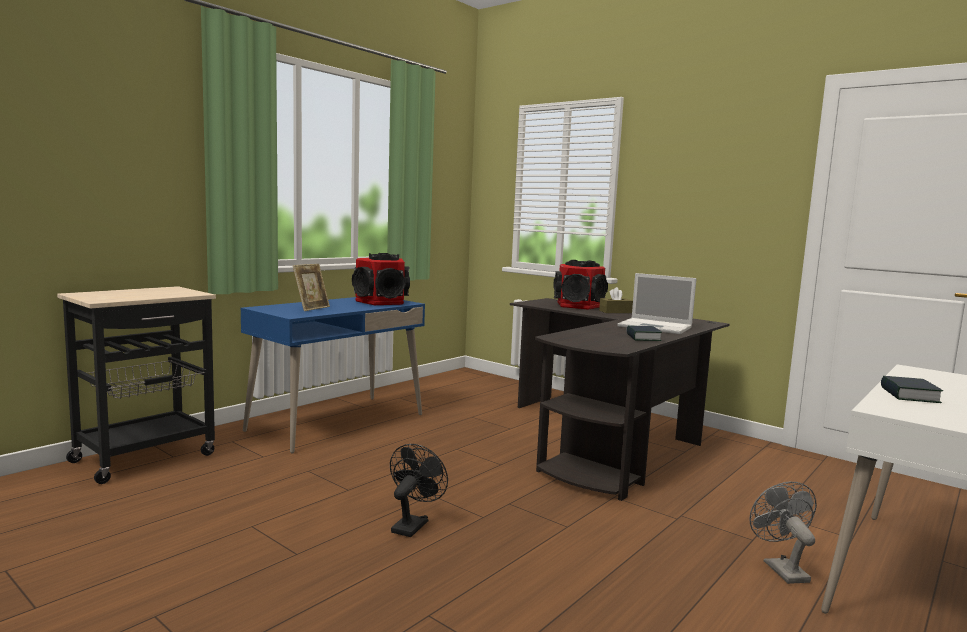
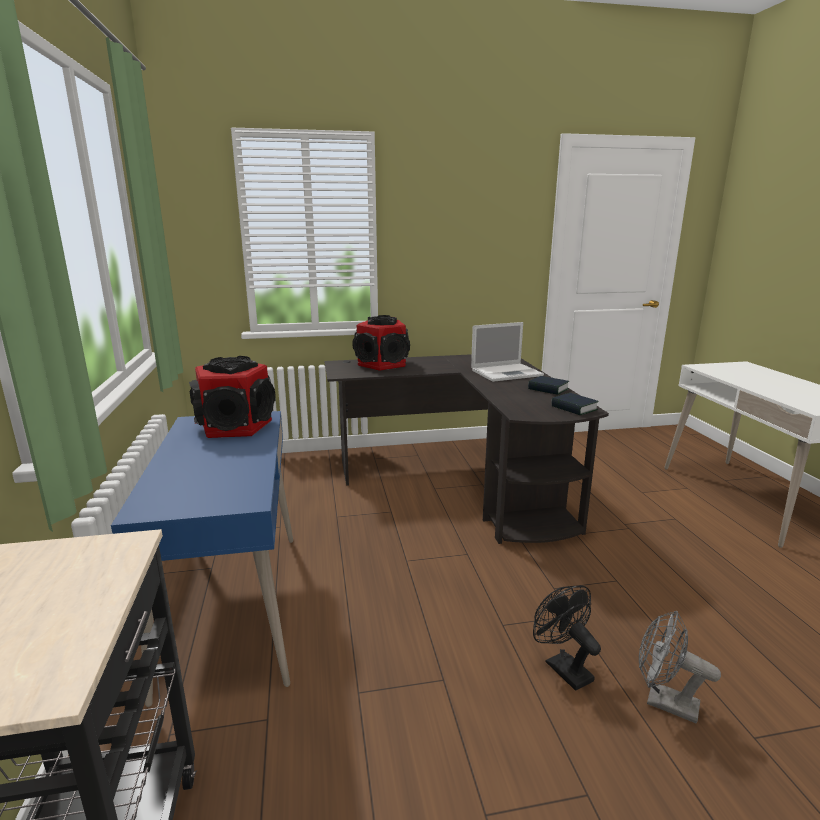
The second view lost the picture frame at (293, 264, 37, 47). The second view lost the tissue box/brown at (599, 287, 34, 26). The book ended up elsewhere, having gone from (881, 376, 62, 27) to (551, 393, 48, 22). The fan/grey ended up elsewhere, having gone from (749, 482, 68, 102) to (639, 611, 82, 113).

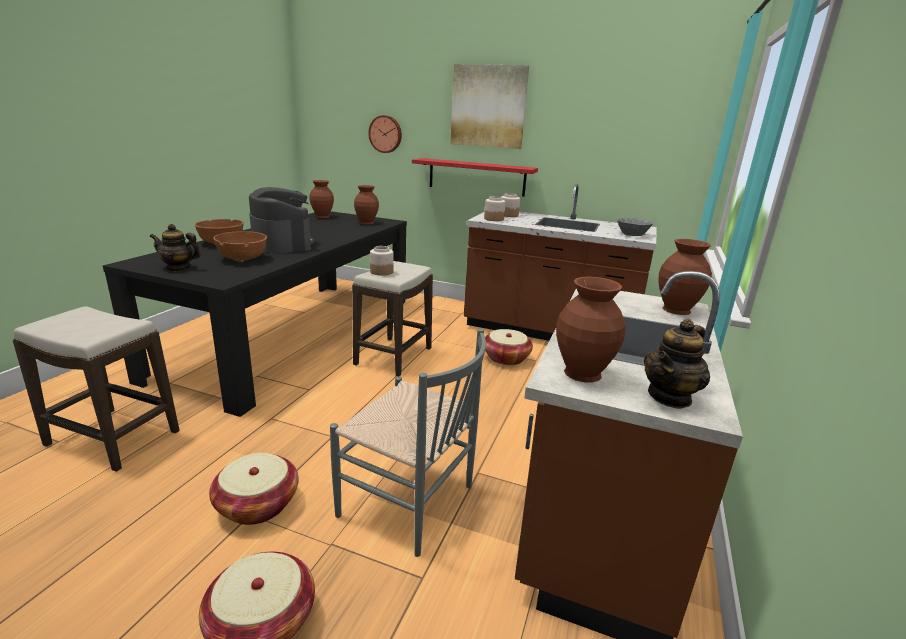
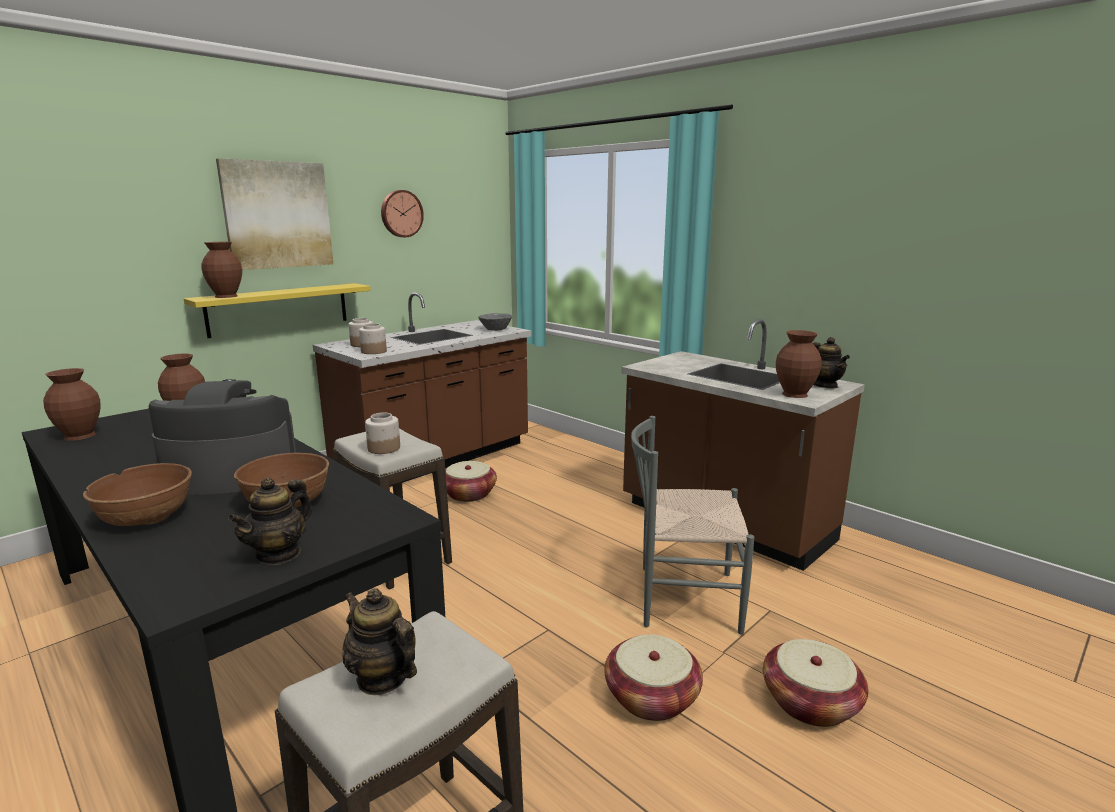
The wall clock ended up elsewhere, having gone from (368, 115, 34, 38) to (381, 190, 43, 47). What was the shelf/red at (412, 158, 126, 39) turned into the shelf/yellow at (184, 283, 187, 55). The vase/brown ended up elsewhere, having gone from (658, 239, 54, 76) to (201, 242, 41, 56). The chair/grey at (330, 329, 156, 228) ended up facing another way, 135 degrees counterclockwise from before. The second view gained the teapot at (342, 588, 75, 107).

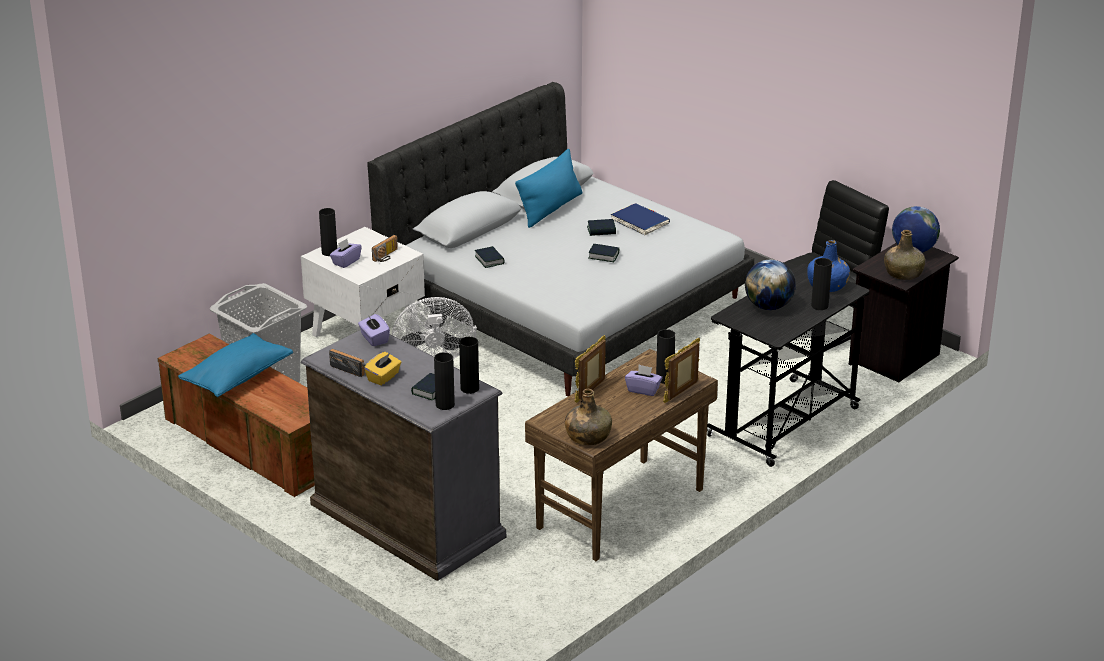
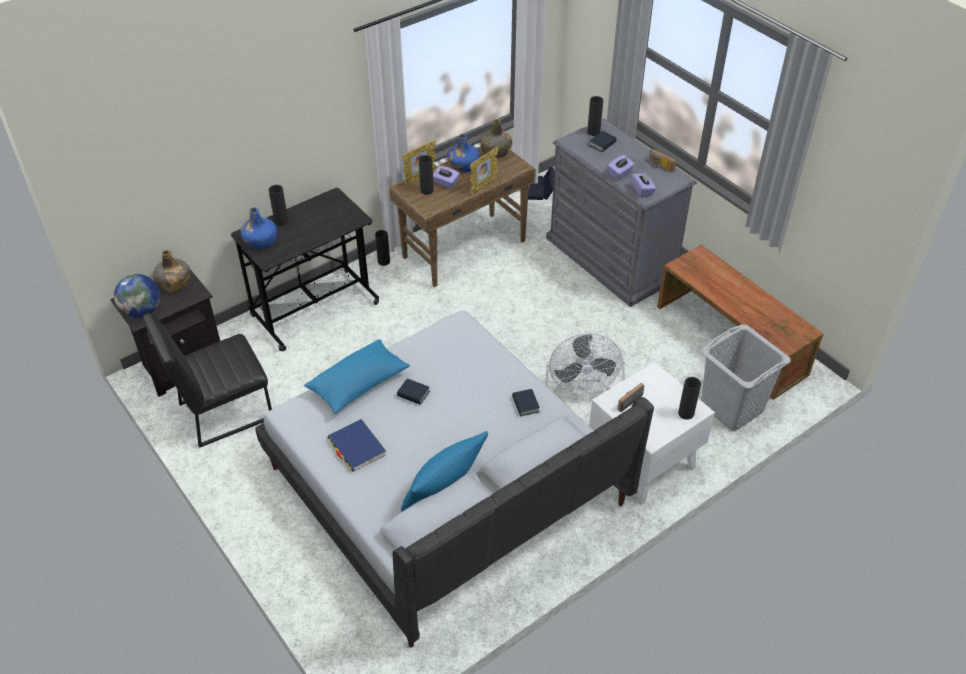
The second view lost the book at (587, 219, 29, 17). The tissue box/purple ended up elsewhere, having gone from (330, 239, 32, 29) to (607, 155, 28, 25). The second view lost the globe at (745, 260, 51, 50). The pillow/blue ended up elsewhere, having gone from (178, 333, 115, 64) to (305, 339, 105, 75). The vase/black ended up elsewhere, having gone from (459, 337, 20, 57) to (375, 230, 15, 36). The second view lost the tissue box/yellow at (364, 352, 37, 34). The second view gained the bottle/blue at (447, 134, 32, 39). The second view gained the storage box/black at (528, 167, 26, 33).

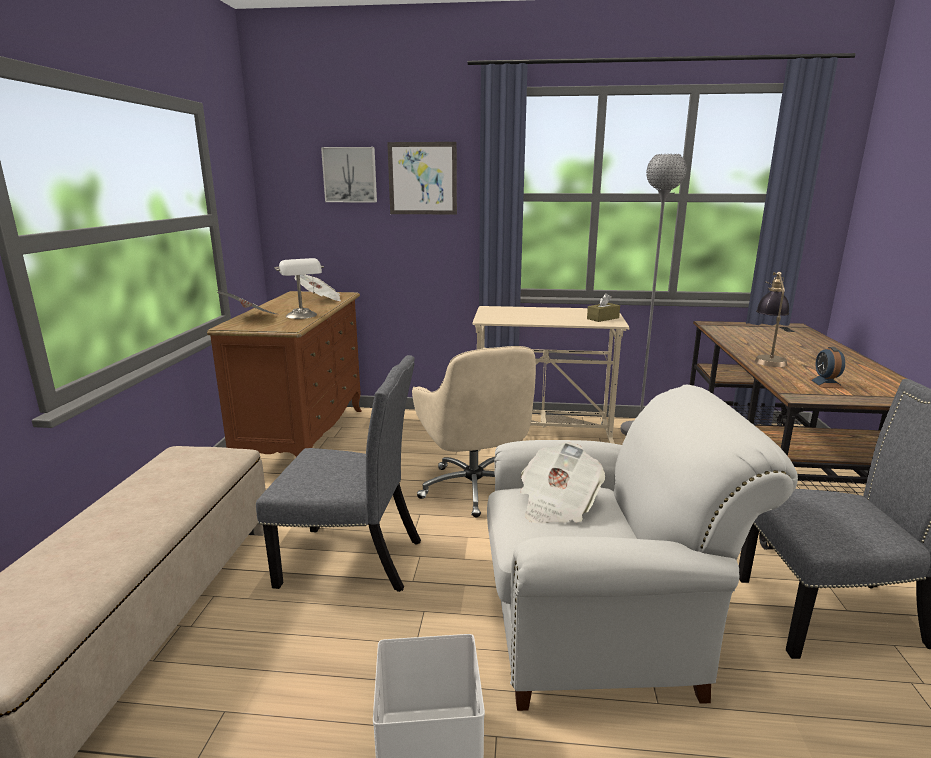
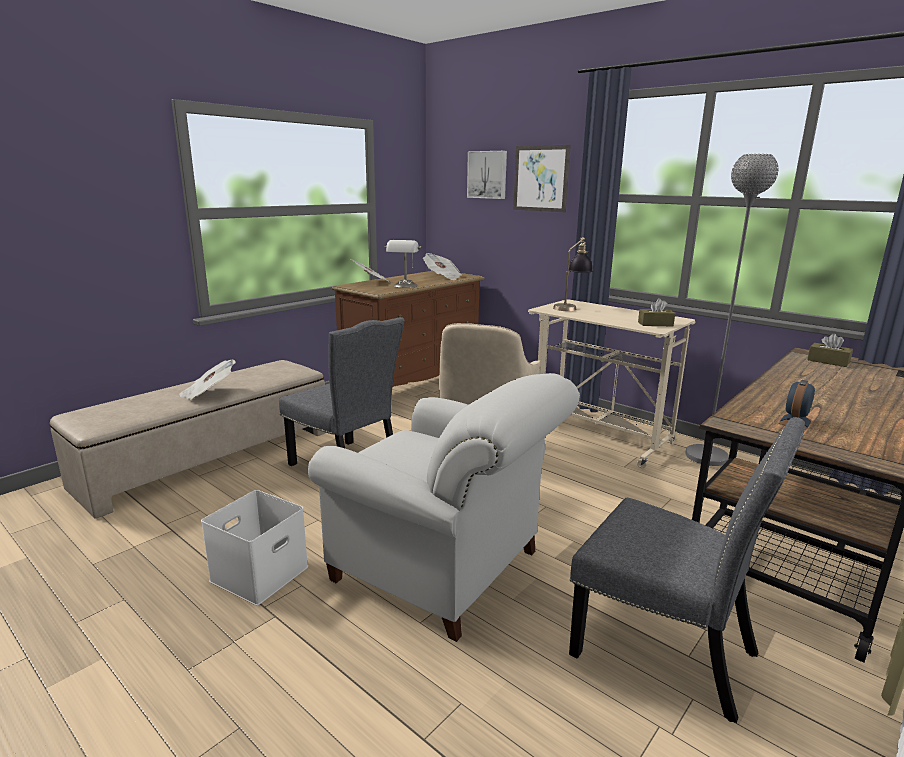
The table lamp ended up elsewhere, having gone from (755, 272, 34, 95) to (553, 237, 40, 74). The newspaper ended up elsewhere, having gone from (520, 442, 85, 82) to (179, 360, 57, 40). The second view gained the tissue box/brown at (807, 334, 46, 33).

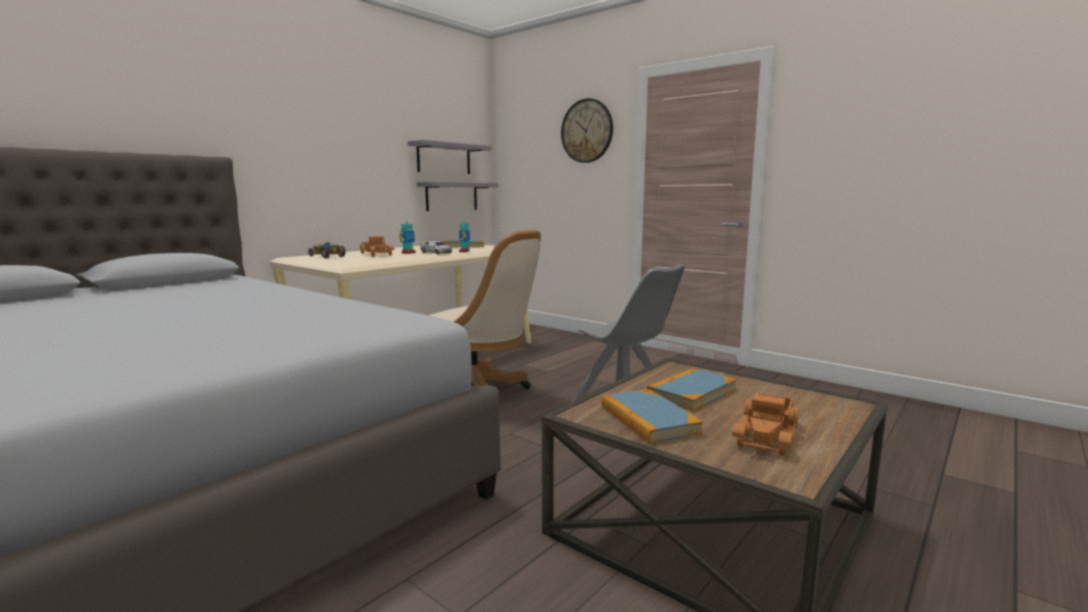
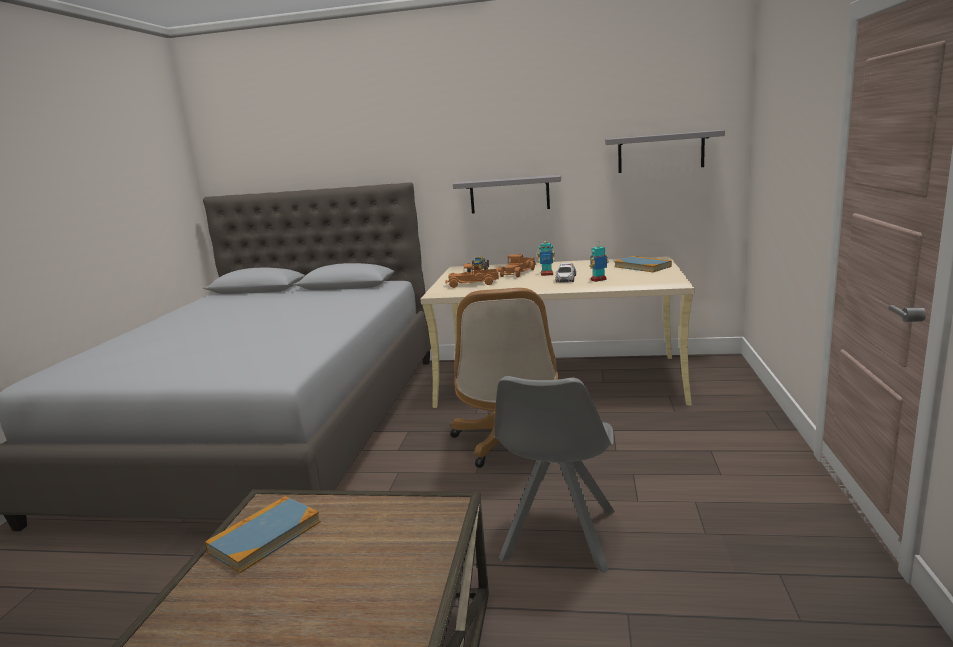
The second view lost the wall clock at (561, 98, 52, 65). The shelf/grey ended up elsewhere, having gone from (417, 182, 81, 29) to (453, 175, 108, 39). The second view lost the book at (647, 368, 90, 43). The toy truck ended up elsewhere, having gone from (732, 393, 67, 63) to (445, 263, 54, 25).

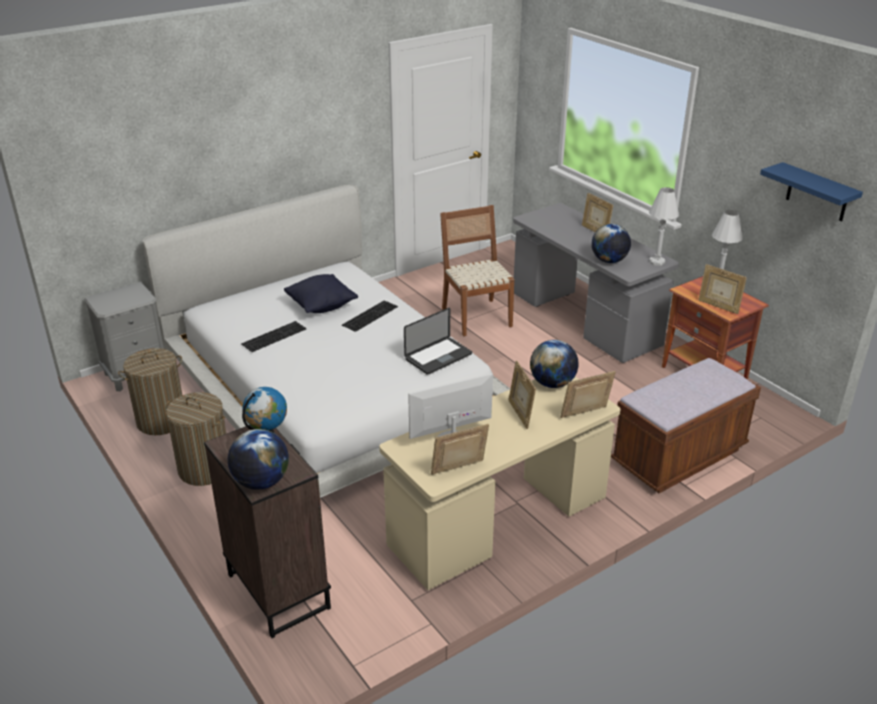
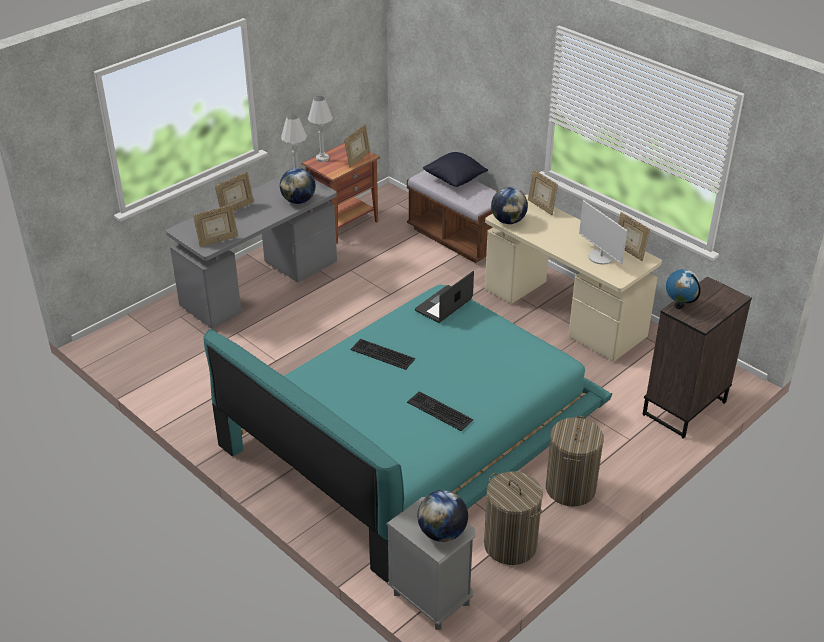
The second view lost the shelf/blue at (760, 162, 103, 60). What was the bed/white at (143, 185, 367, 313) turned into the bed/turquoise at (204, 284, 408, 299). The second view lost the chair at (440, 205, 75, 132). The pillow/black ended up elsewhere, having gone from (284, 274, 74, 39) to (423, 152, 65, 35). The laptop at (404, 308, 68, 67) ended up facing another way, 90 degrees counterclockwise from before. The picture frame ended up elsewhere, having gone from (508, 361, 28, 68) to (193, 204, 45, 43). The globe ended up elsewhere, having gone from (228, 429, 61, 61) to (417, 490, 51, 52).

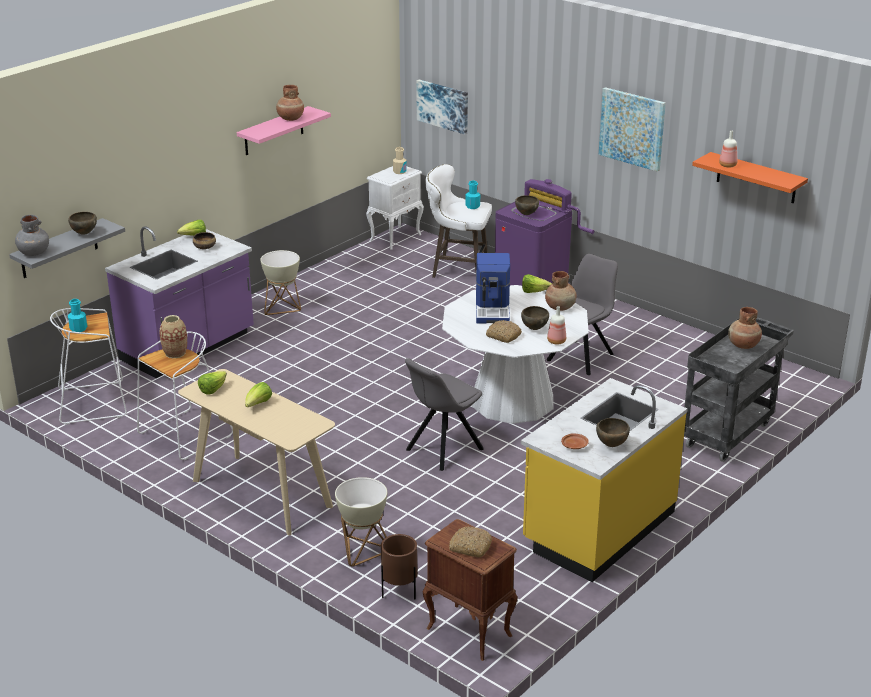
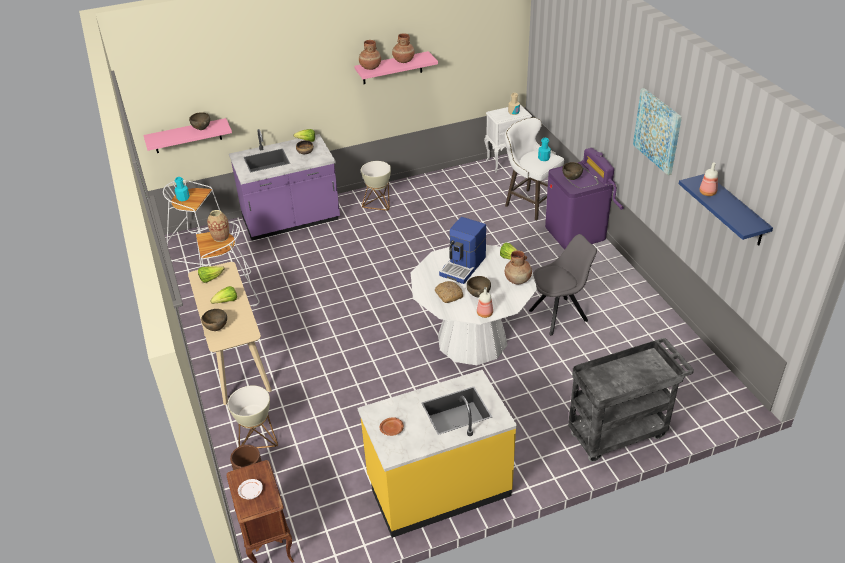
The second view lost the picture at (416, 79, 52, 56). What was the shelf/orange at (692, 152, 116, 51) turned into the shelf/blue at (679, 174, 94, 71). The second view lost the vase/grey at (15, 215, 34, 41). What was the shelf/grey at (9, 218, 116, 60) turned into the shelf/pink at (143, 118, 89, 35). The vase/brown ended up elsewhere, having gone from (728, 307, 34, 42) to (359, 40, 22, 30). The second view lost the chair/grey at (405, 358, 78, 113). The bowl/brown ended up elsewhere, having gone from (596, 418, 34, 29) to (201, 309, 26, 22). Where the bread stood at (449, 526, 43, 31), the plate/white came to stand at (238, 479, 25, 20).

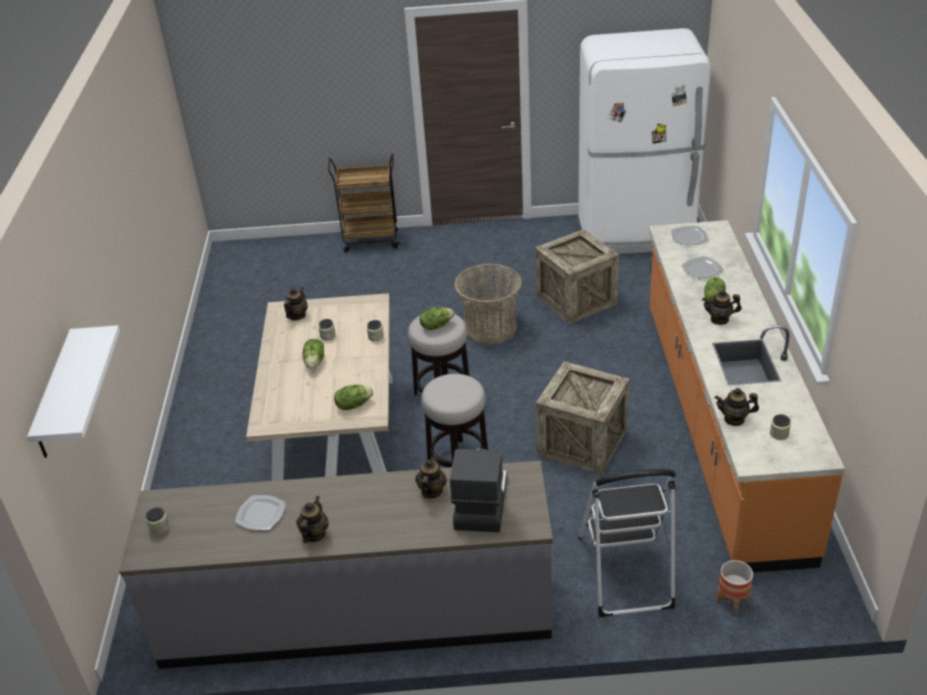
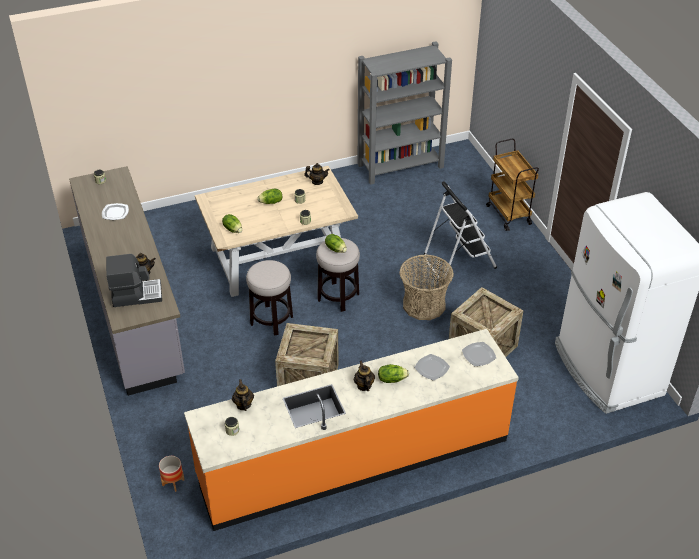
The second view lost the shelf/white at (27, 325, 93, 133). The step ladder ended up elsewhere, having gone from (578, 469, 98, 148) to (422, 181, 75, 102). The second view lost the teapot at (296, 496, 33, 47). The second view gained the bookcase/grey at (358, 41, 94, 144).

